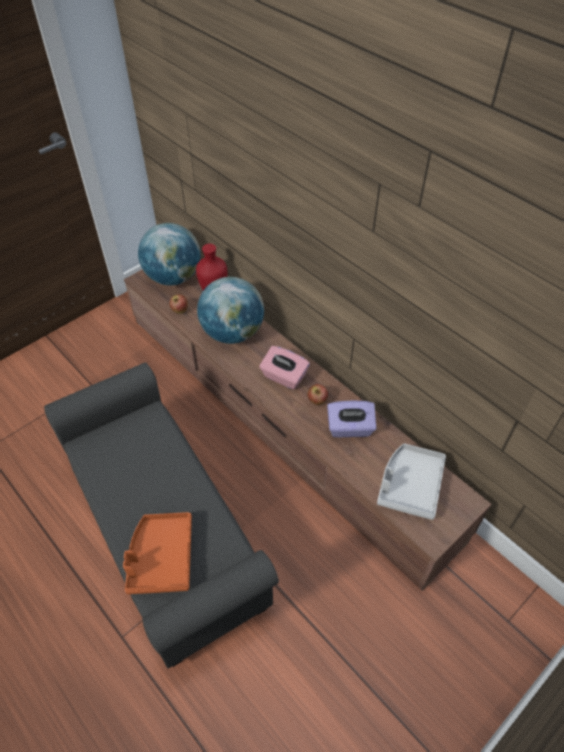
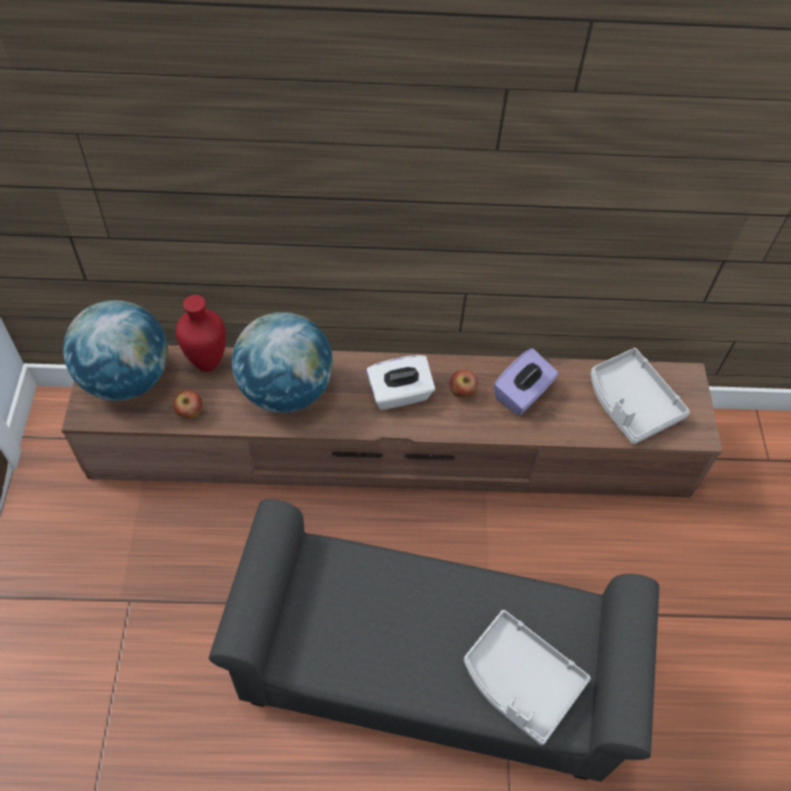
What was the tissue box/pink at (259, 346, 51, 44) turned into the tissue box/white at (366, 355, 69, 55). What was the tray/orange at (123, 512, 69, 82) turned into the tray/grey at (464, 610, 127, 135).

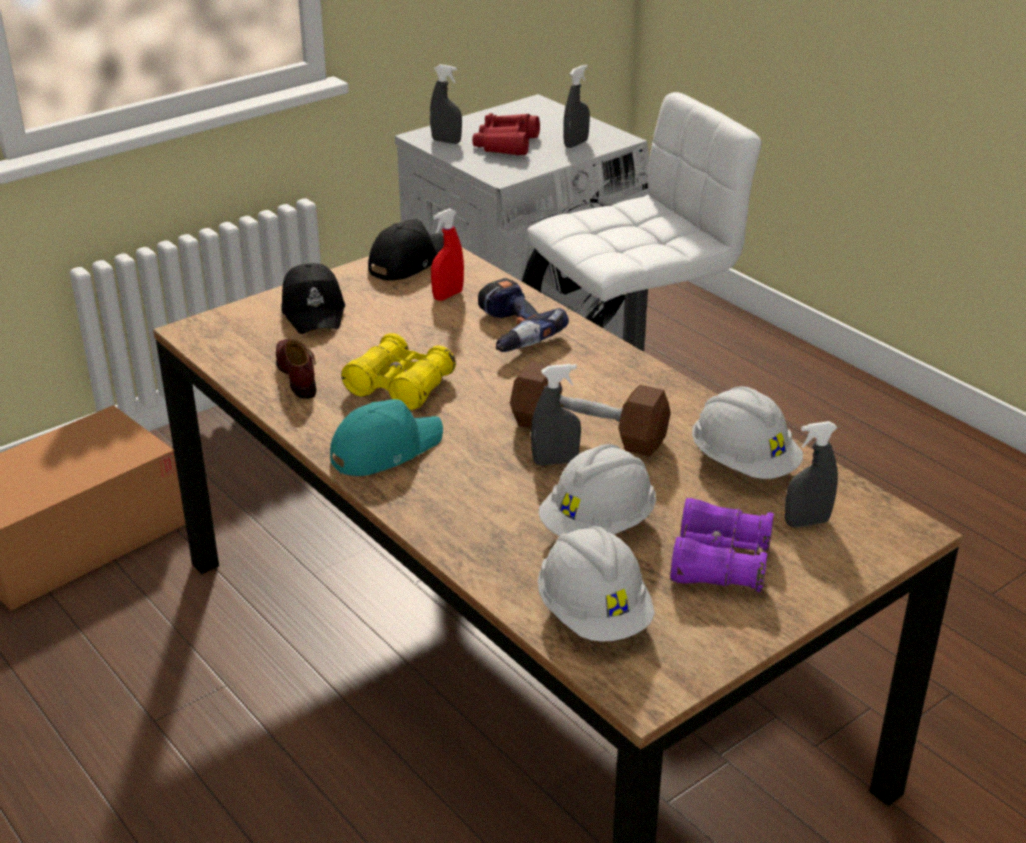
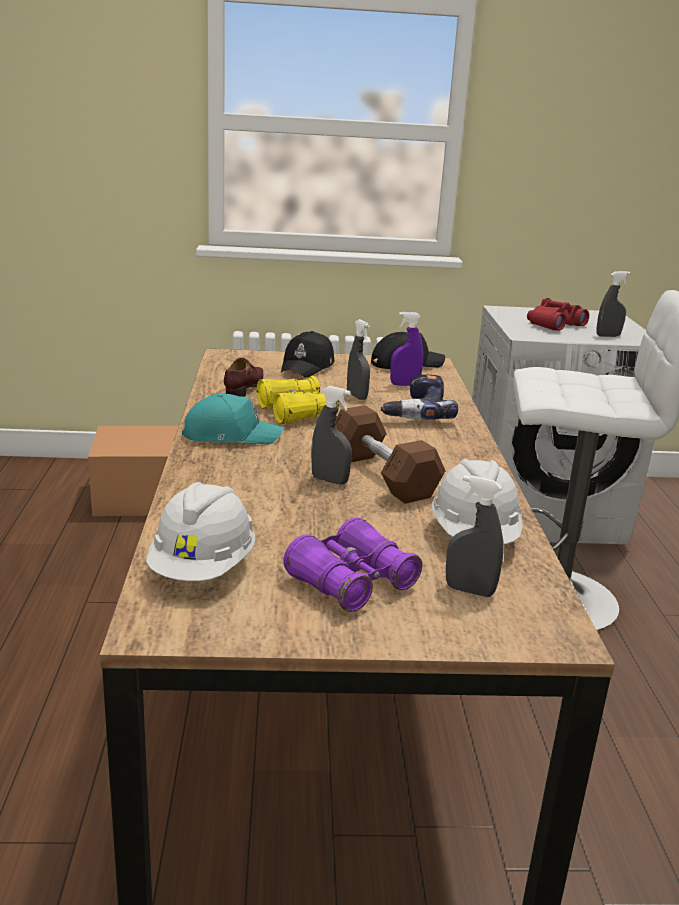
The spray bottle/grey ended up elsewhere, having gone from (430, 64, 32, 80) to (347, 319, 23, 81). What was the spray bottle/red at (431, 208, 33, 93) turned into the spray bottle/purple at (390, 312, 33, 74). The second view lost the hard hat/white at (539, 444, 117, 92).

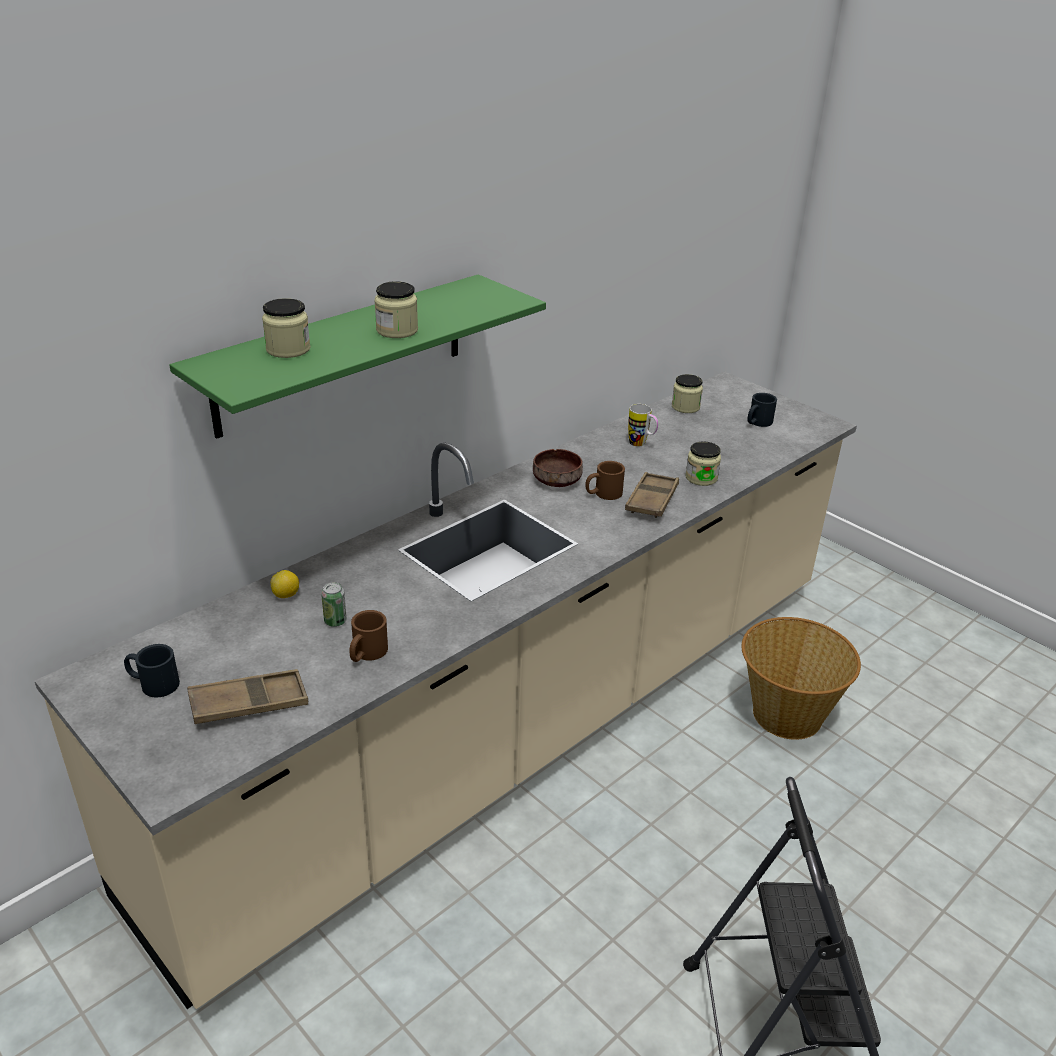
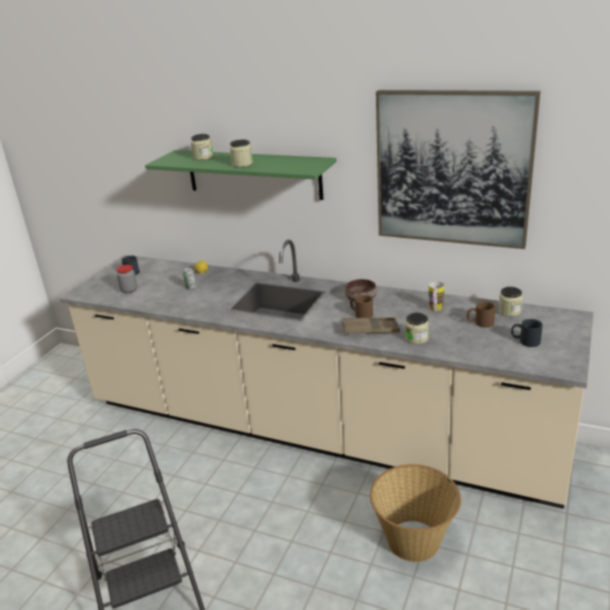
The mug/brown ended up elsewhere, having gone from (350, 610, 38, 52) to (467, 301, 29, 27). Where the tray/brown stood at (187, 669, 121, 55), the jar came to stand at (116, 265, 21, 28). The second view gained the picture at (376, 90, 165, 159).

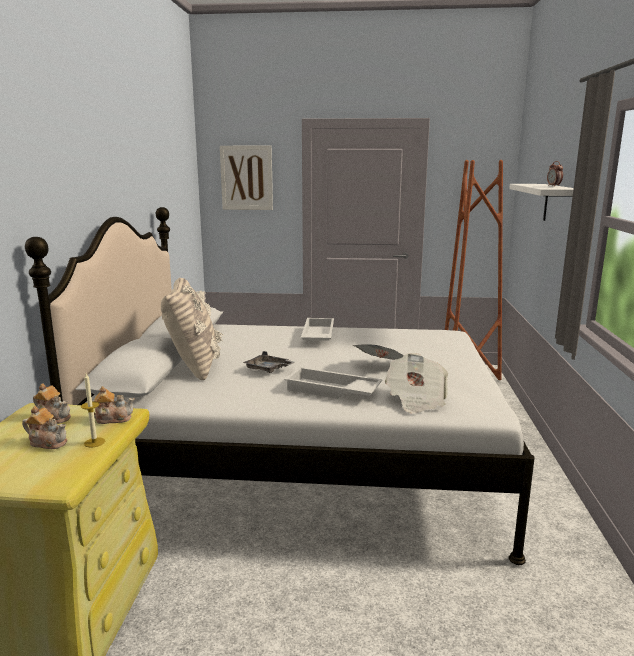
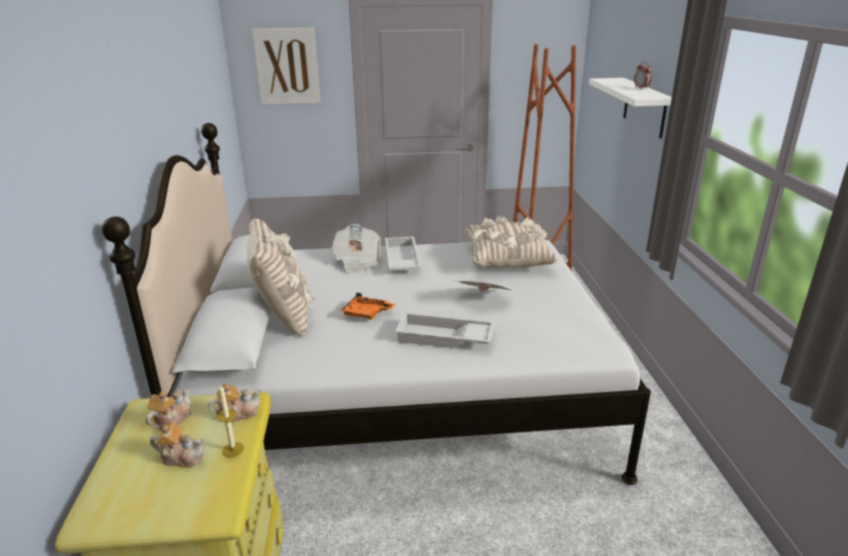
What was the tray/grey at (243, 351, 52, 22) turned into the tray/orange at (340, 292, 56, 28). The newspaper ended up elsewhere, having gone from (385, 353, 63, 60) to (331, 224, 50, 49). The teapot at (33, 383, 38, 41) ended up facing another way, 75 degrees counterclockwise from before. The second view gained the pillow/beige at (465, 216, 93, 52).

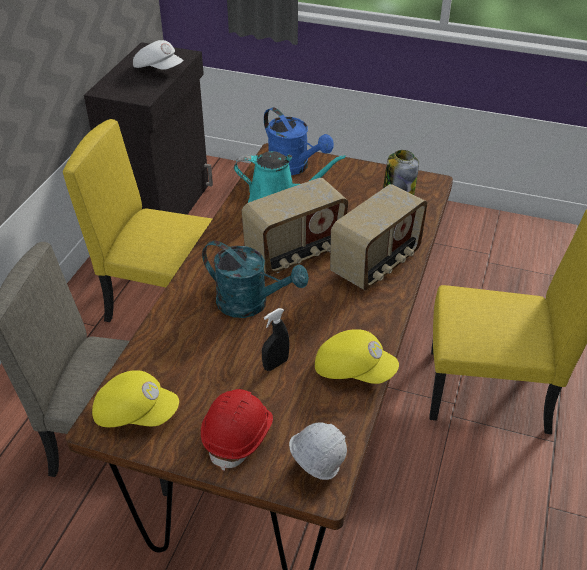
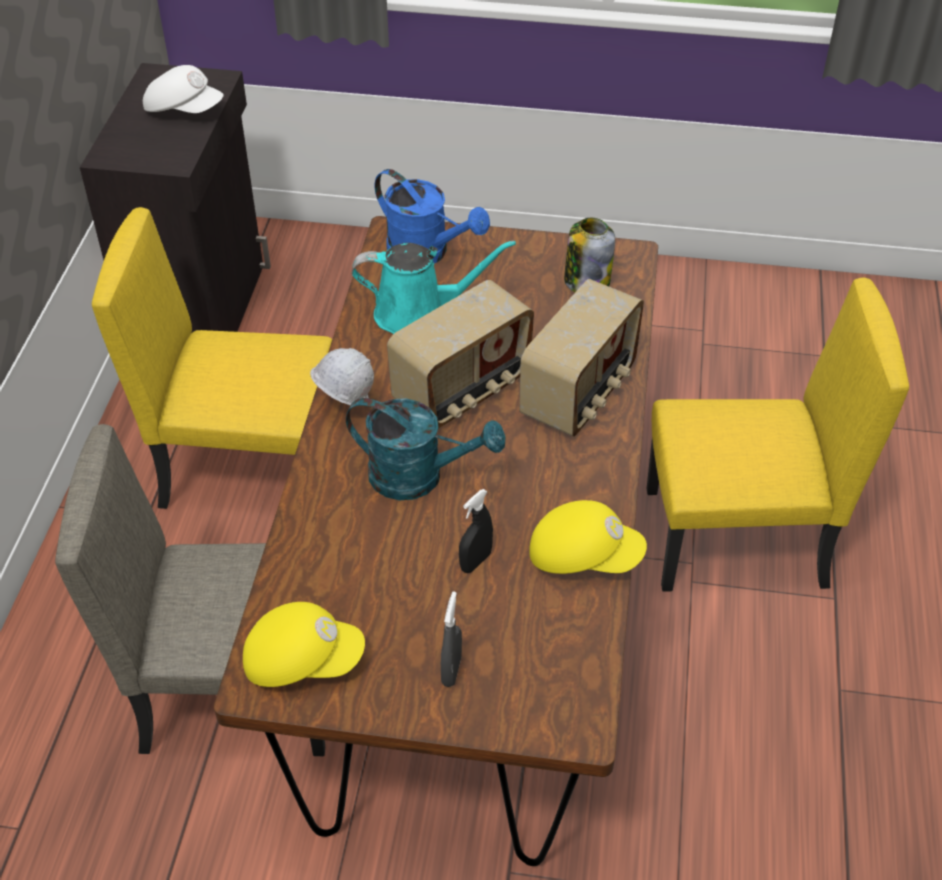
Where the hard hat/red stood at (201, 389, 72, 82), the spray bottle/grey came to stand at (441, 591, 21, 96). The hard hat/white ended up elsewhere, having gone from (289, 422, 58, 58) to (310, 348, 64, 57).

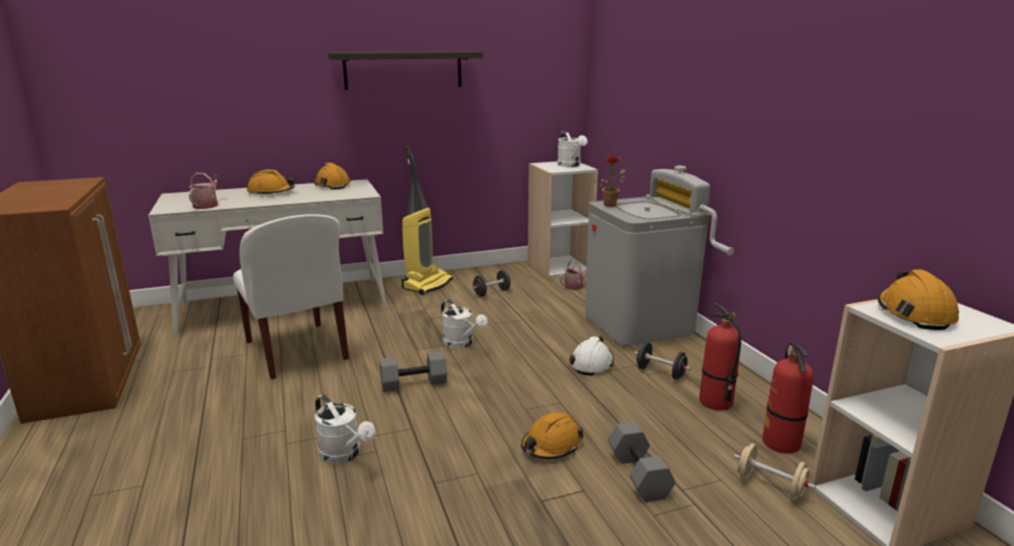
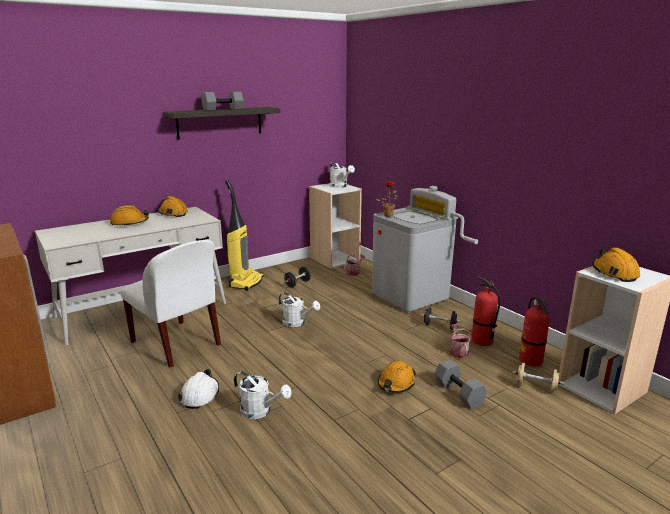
The watering can ended up elsewhere, having gone from (189, 173, 33, 36) to (450, 324, 21, 34). The hard hat/white ended up elsewhere, having gone from (569, 336, 45, 40) to (178, 369, 41, 40). The dumbbell/grey ended up elsewhere, having gone from (380, 351, 67, 41) to (201, 91, 43, 20).

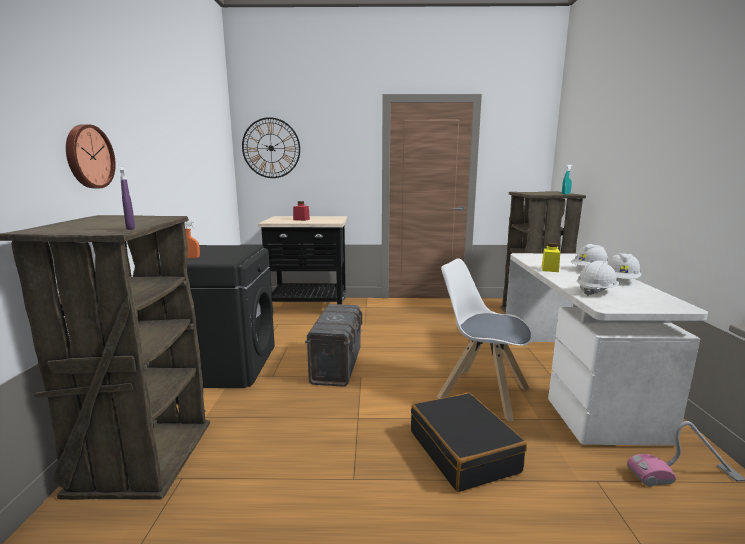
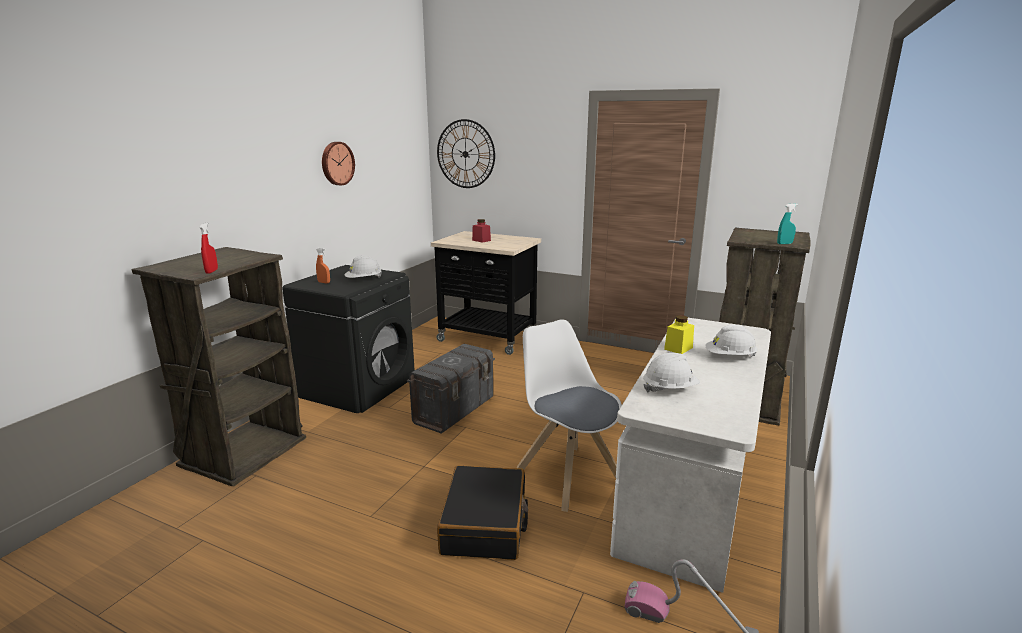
The wall clock ended up elsewhere, having gone from (66, 124, 50, 64) to (322, 142, 33, 43). What was the spray bottle/purple at (120, 166, 15, 64) turned into the spray bottle/red at (199, 223, 19, 51). The hard hat/white ended up elsewhere, having gone from (608, 253, 33, 26) to (345, 255, 37, 23).

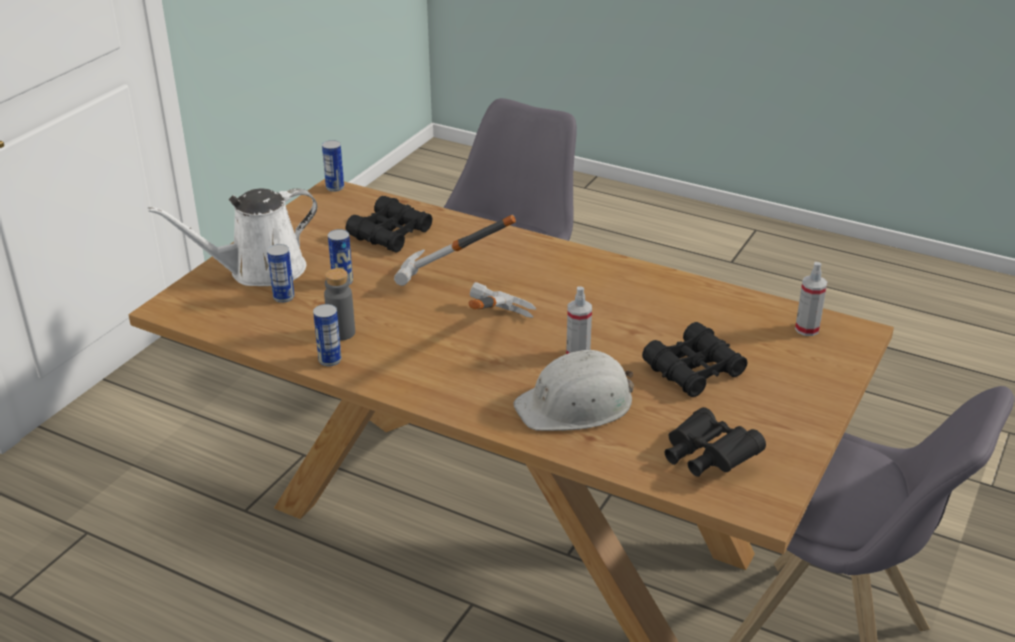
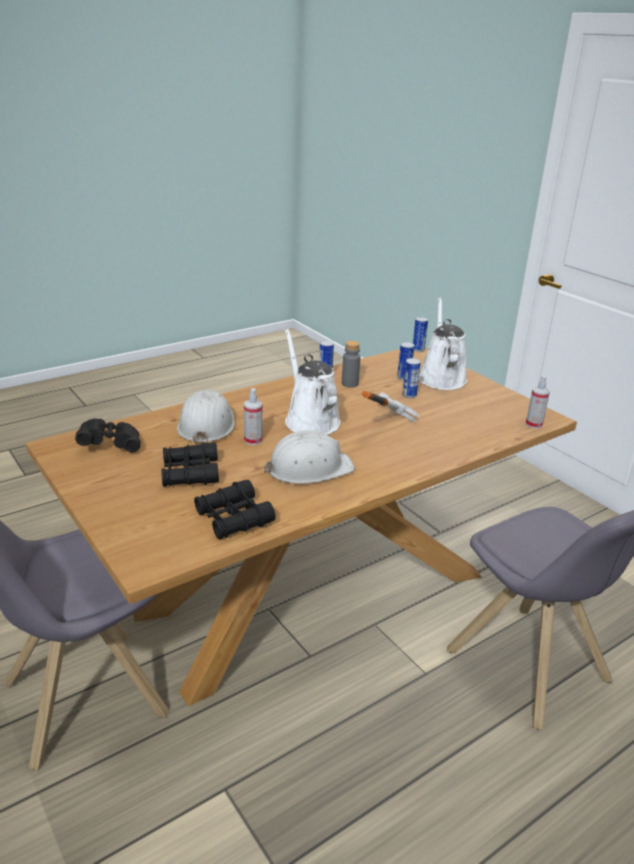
The can ended up elsewhere, having gone from (322, 140, 22, 52) to (413, 317, 15, 35). The binoculars/black ended up elsewhere, having gone from (345, 196, 87, 57) to (194, 480, 81, 60). The spray bottle ended up elsewhere, having gone from (795, 262, 32, 74) to (525, 375, 25, 54). Where the hammer stood at (468, 282, 68, 36), the watering can/white came to stand at (285, 328, 55, 107). The second view gained the hard hat/white at (264, 430, 91, 54).

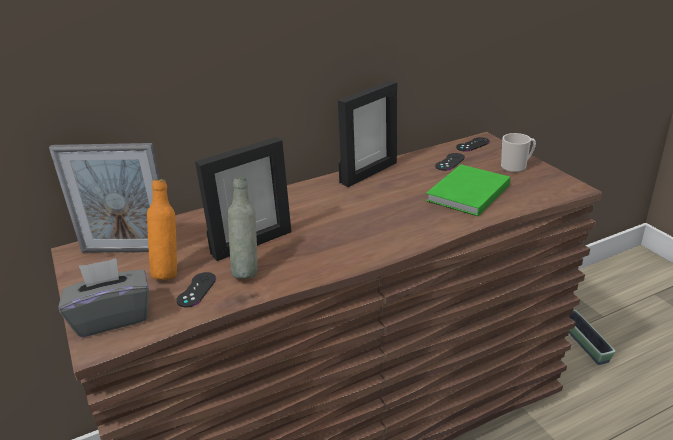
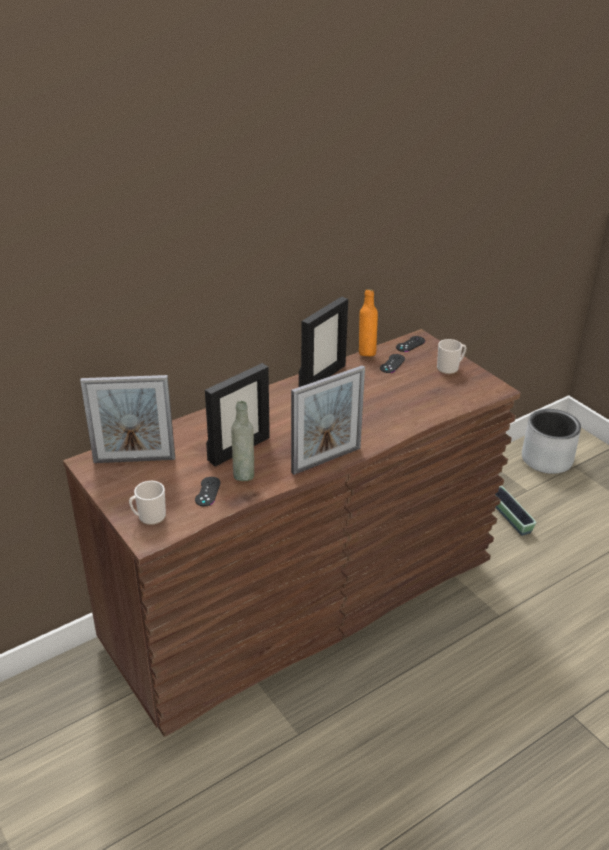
The second view lost the book/green at (426, 164, 84, 52). The bottle/orange ended up elsewhere, having gone from (147, 179, 30, 101) to (359, 289, 19, 67). Where the tissue box/grey stood at (58, 258, 91, 79), the mug came to stand at (129, 481, 37, 44). The second view gained the picture frame at (291, 365, 74, 110). The second view gained the planter/grey at (522, 409, 59, 65).

